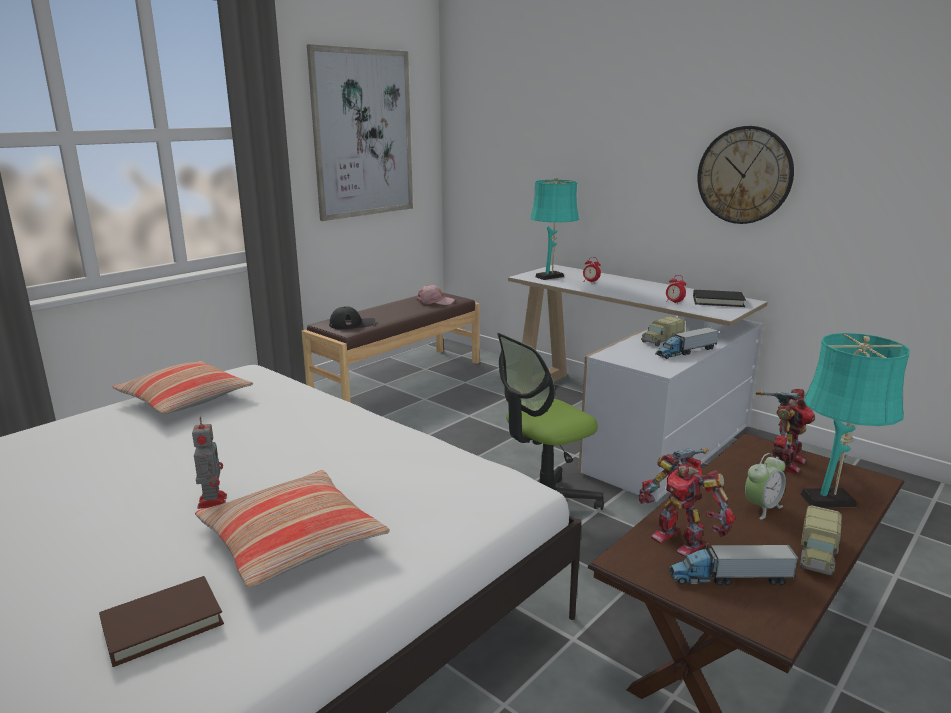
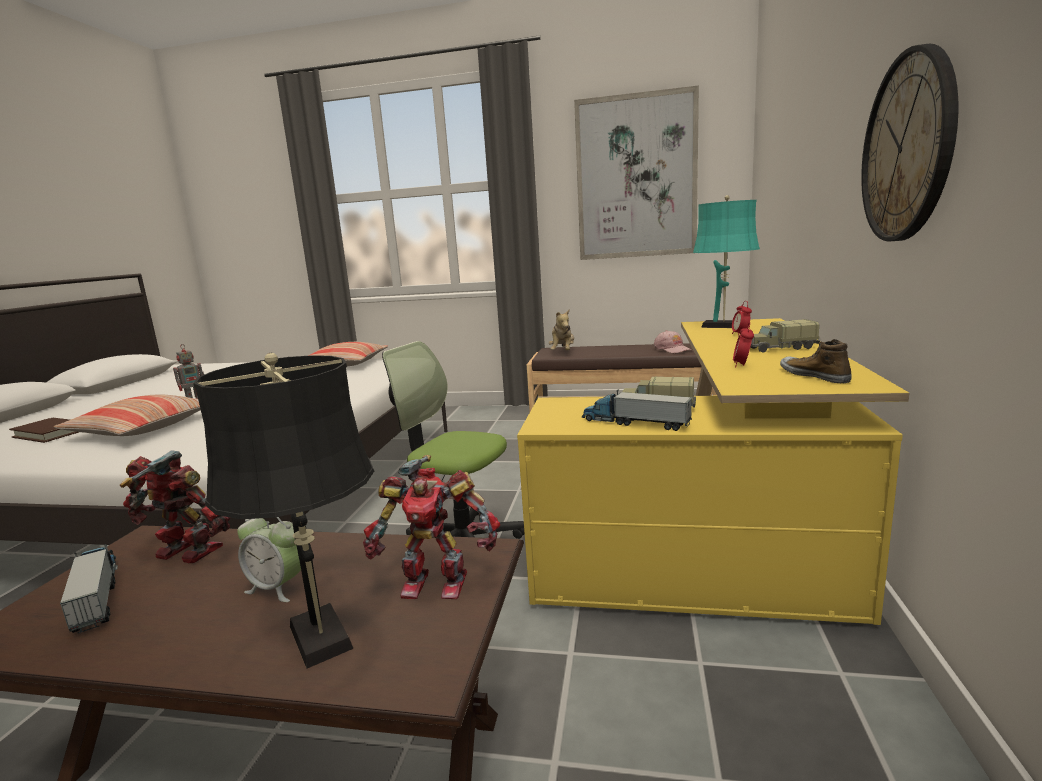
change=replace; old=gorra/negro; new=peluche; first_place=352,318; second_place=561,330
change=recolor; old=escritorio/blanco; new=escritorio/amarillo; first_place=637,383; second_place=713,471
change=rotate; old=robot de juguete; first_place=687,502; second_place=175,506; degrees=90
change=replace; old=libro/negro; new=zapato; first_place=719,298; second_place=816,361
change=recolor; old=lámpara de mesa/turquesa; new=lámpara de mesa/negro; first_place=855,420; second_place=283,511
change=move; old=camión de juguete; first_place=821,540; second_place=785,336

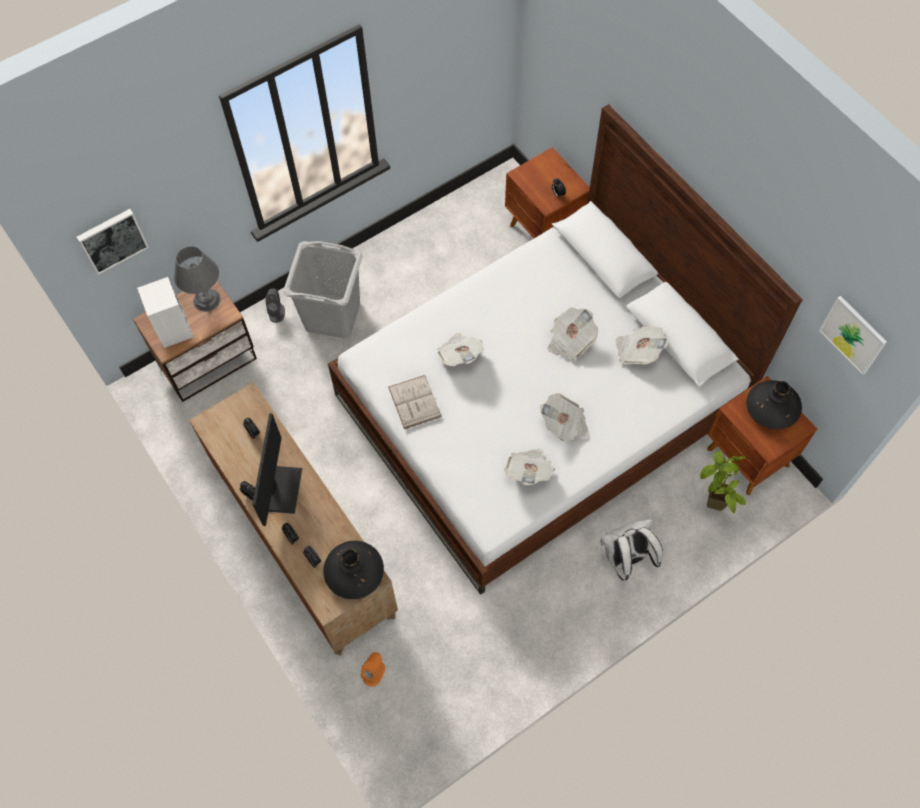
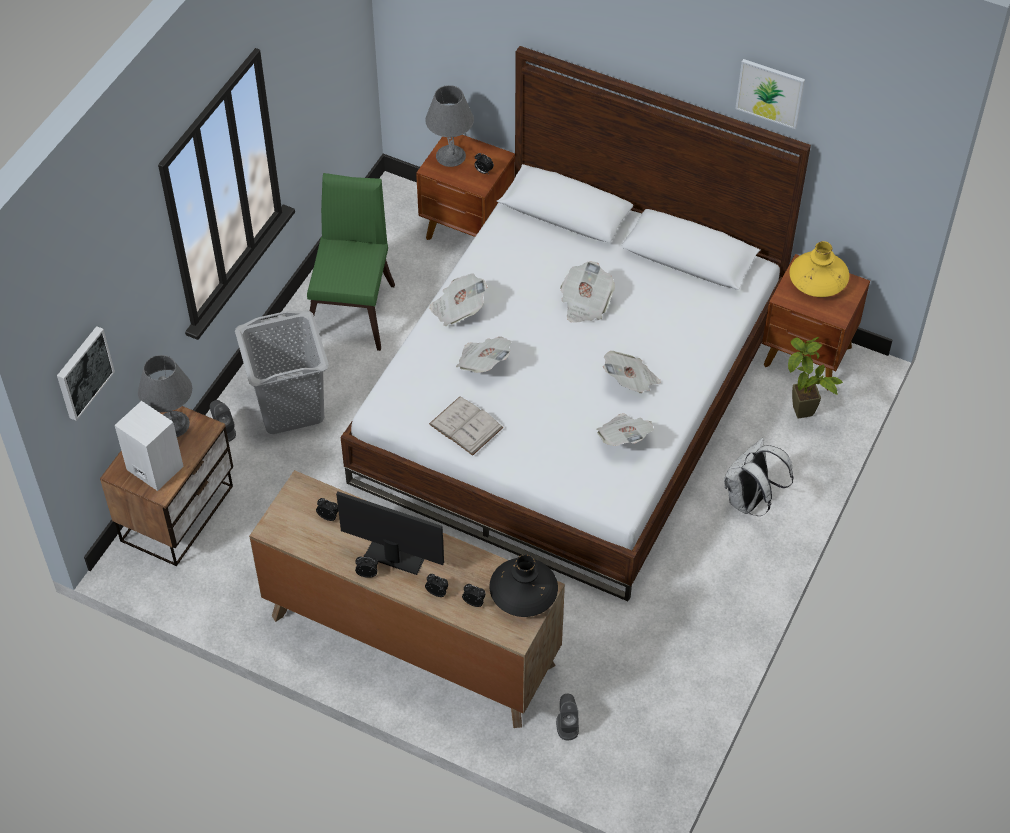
change=rotate; old=monitor; first_place=277,469; second_place=390,533; degrees=-45
change=recolor; old=altavoz/naranja; new=altavoz/gris; first_place=373,669; second_place=567,717
change=move; old=periódico; first_place=642,345; second_place=458,299
change=recolor; old=florero/negro; new=florero/amarillo; first_place=774,404; second_place=819,269
change=move; old=cuadro; first_place=853,335; second_place=770,94
change=insert; new=silla/verde; second_place=351,262
change=insert; new=lámpara de mesa/gris; second_place=449,126

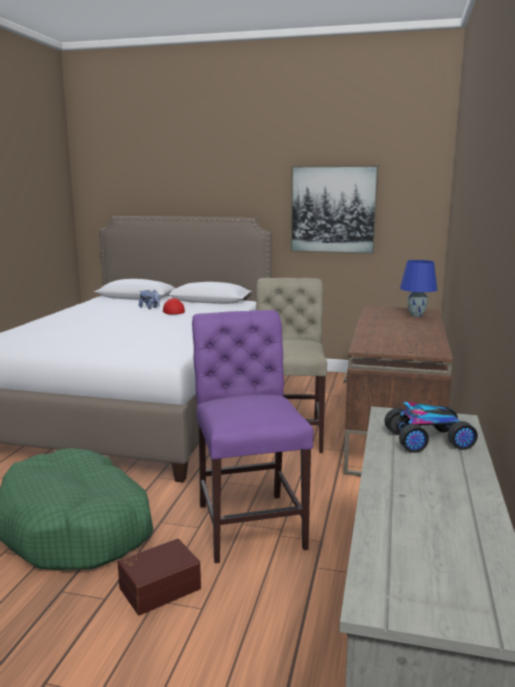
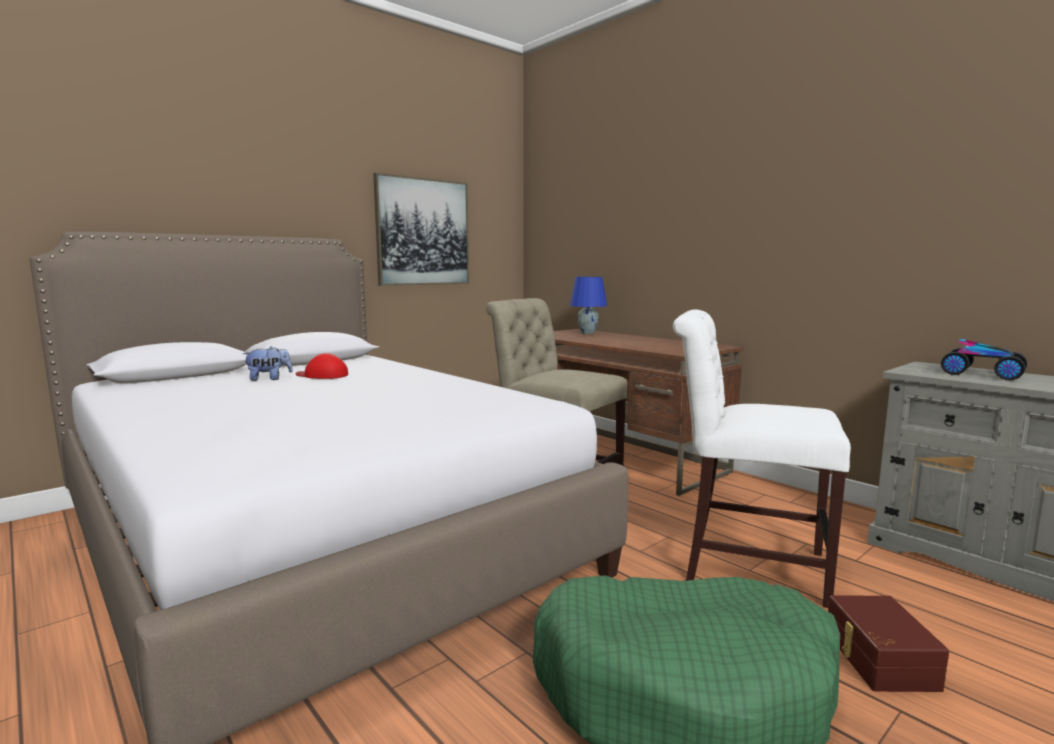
change=recolor; old=silla/morado; new=silla/blanco; first_place=253,436; second_place=762,458
change=rotate; old=coche de juguete; first_place=431,427; second_place=984,360; degrees=105

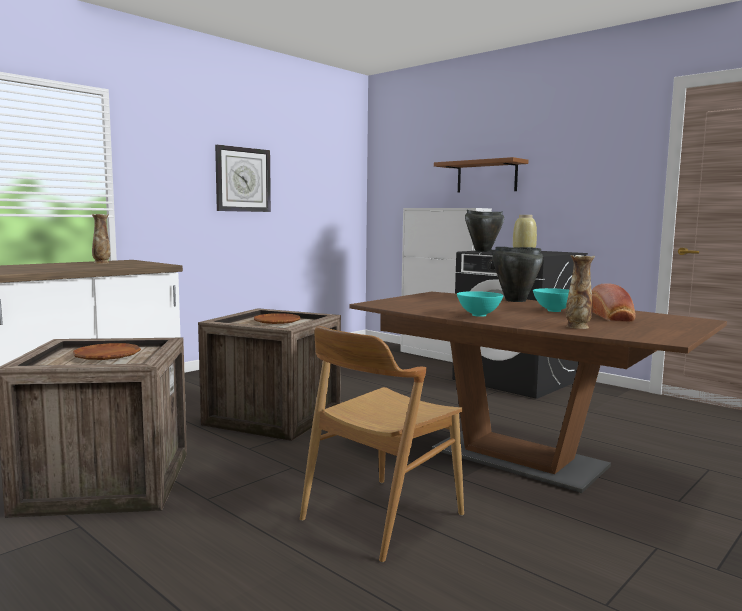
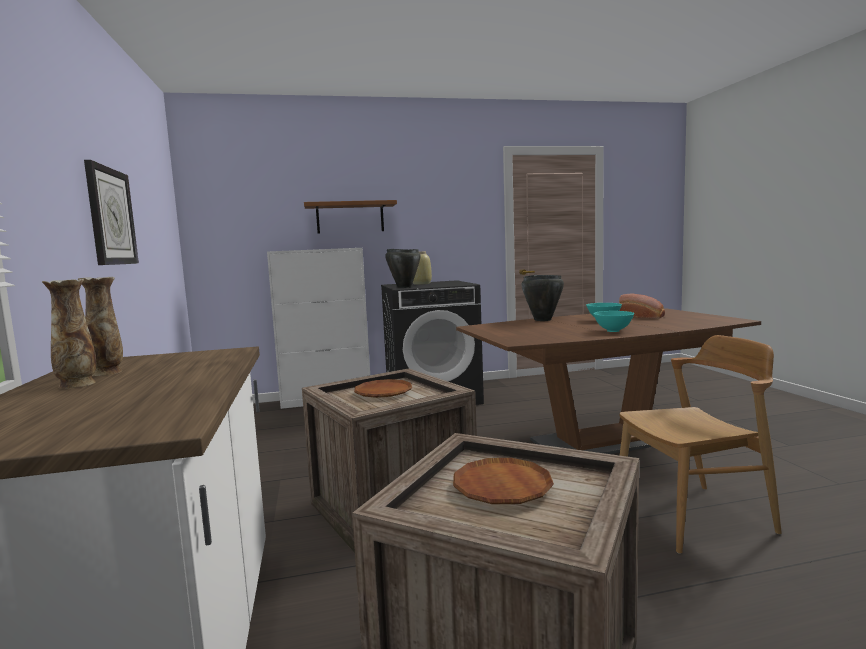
change=rotate; old=silla/marrón; first_place=382,444; second_place=700,444; degrees=-90
change=move; old=florero; first_place=580,292; second_place=69,333

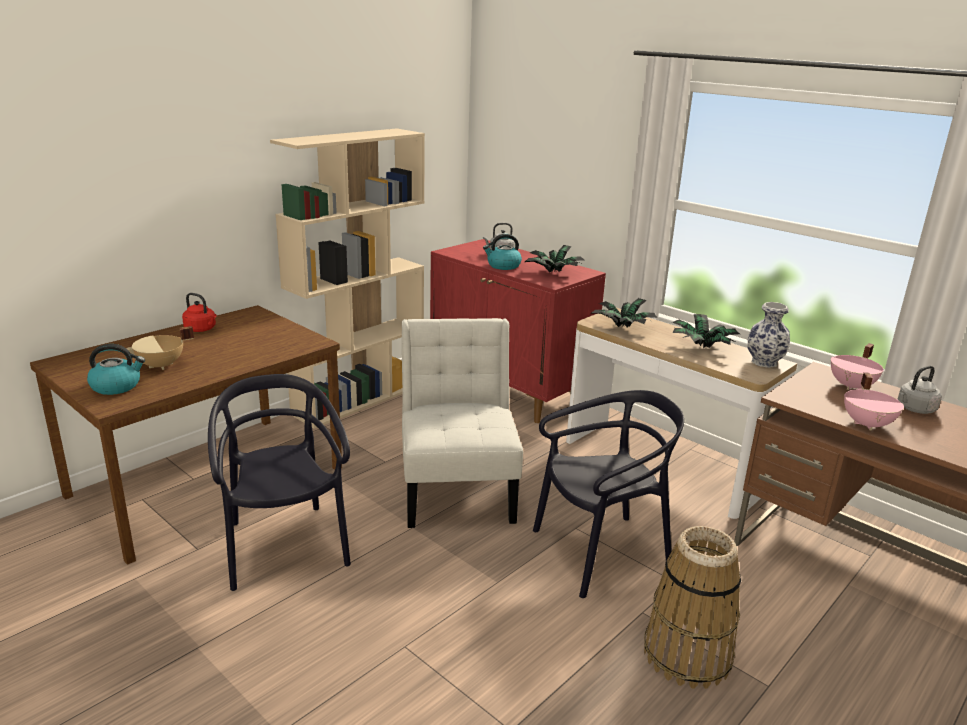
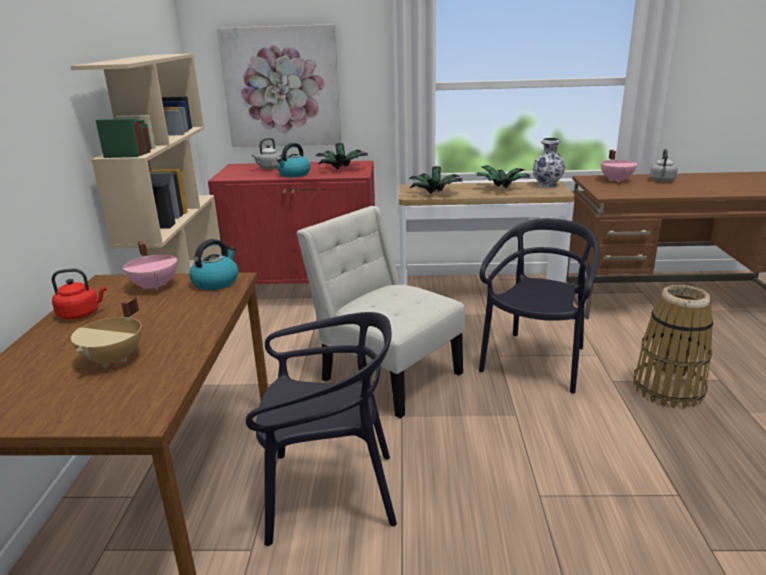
change=move; old=hervidor; first_place=116,369; second_place=213,264
change=rotate; old=silla/negro; first_place=279,482; second_place=321,429; degrees=150
change=move; old=olla/rosa; first_place=874,401; second_place=150,266
change=insert; new=cuadro; second_place=279,85

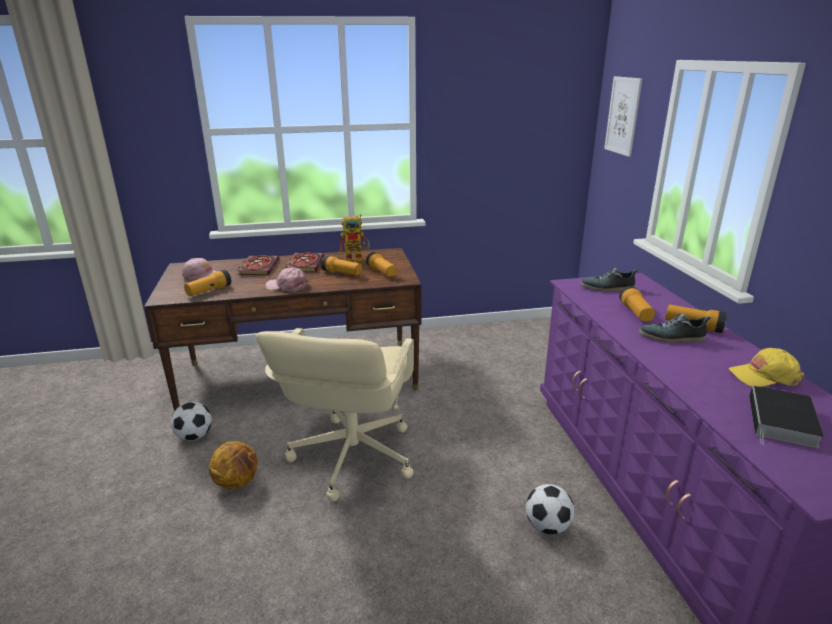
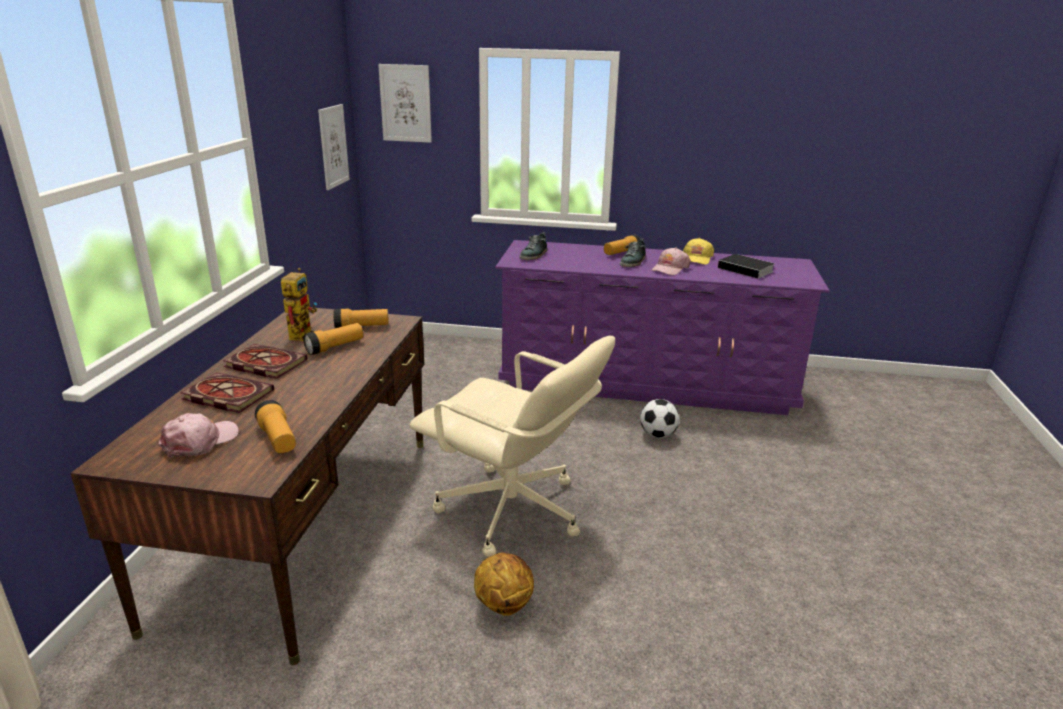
change=delete; old=balón de fútbol; first_place=191,421
change=move; old=gorra/rosa; first_place=286,279; second_place=671,261
change=delete; old=linterna; first_place=637,303
change=insert; new=cuadro; second_place=334,147

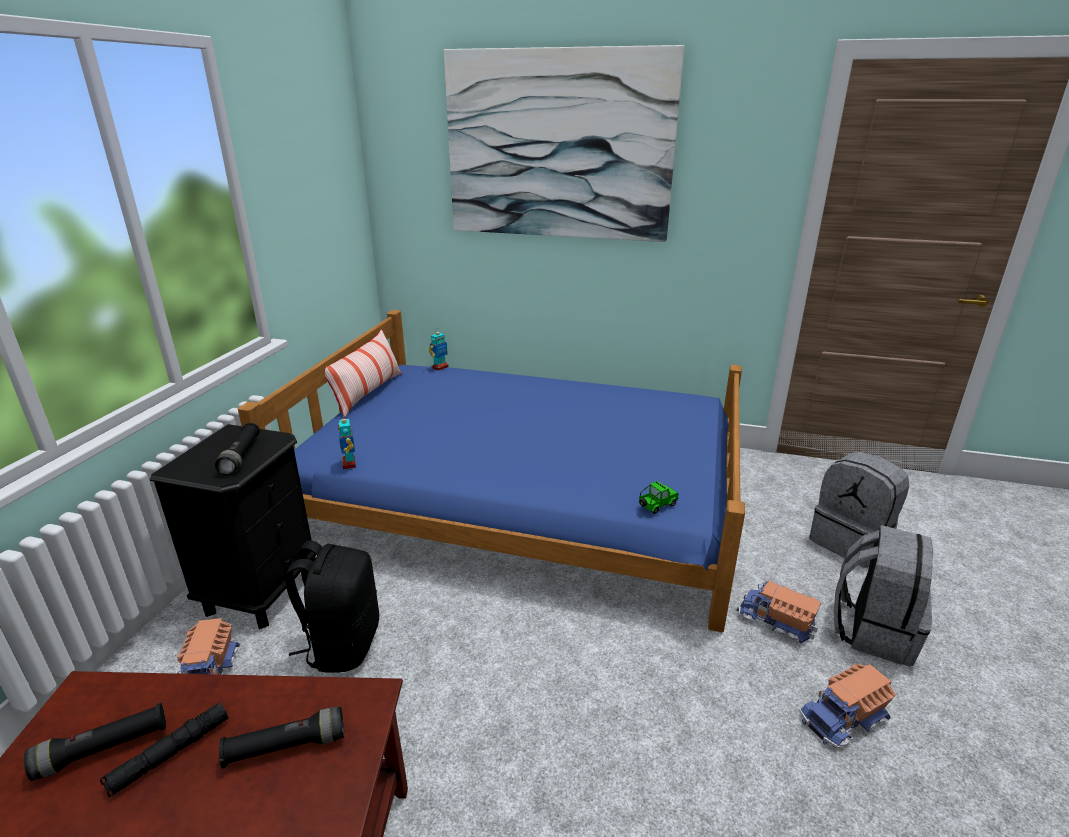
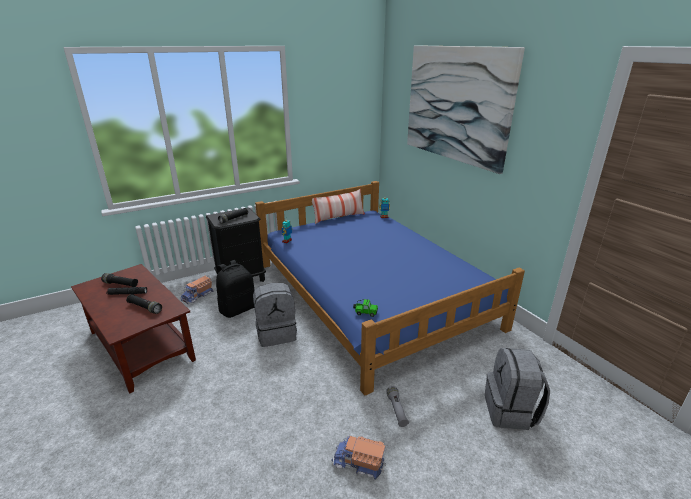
change=replace; old=camión de juguete; new=linterna/gris; first_place=779,612; second_place=397,406
change=move; old=mochila/gris; first_place=883,595; second_place=275,315

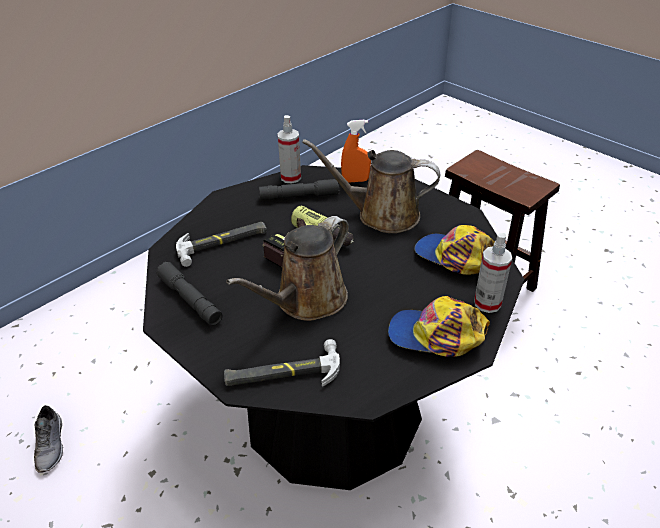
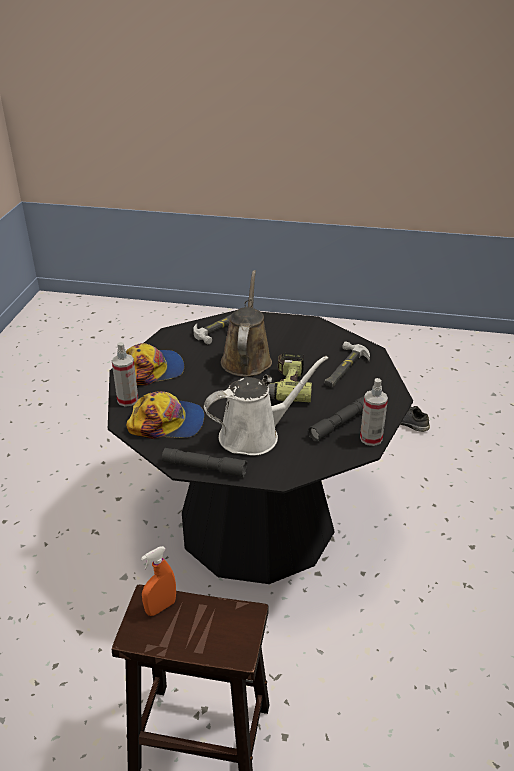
change=move; old=linterna/gris; first_place=189,294; second_place=204,463
change=recolor; old=regadera/marrón; new=regadera/blanco; first_place=371,186; second_place=266,406
change=move; old=pulverizador/naranja; first_place=356,151; second_place=158,581

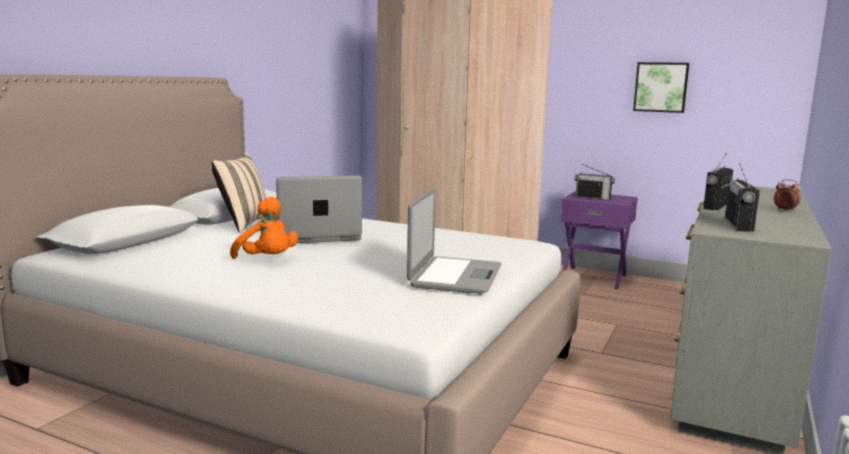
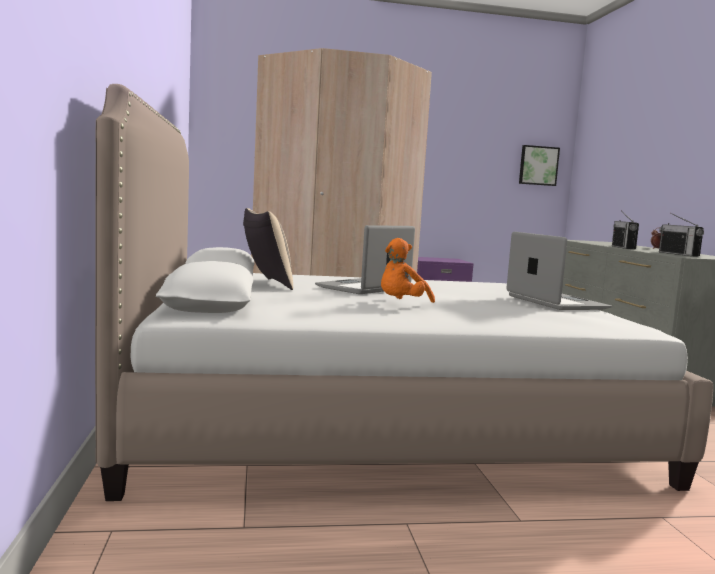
change=rotate; old=peluche/naranja; first_place=264,228; second_place=408,270; degrees=120
change=delete; old=radio; first_place=595,182
change=move; old=cuadro; first_place=661,87; second_place=539,165

